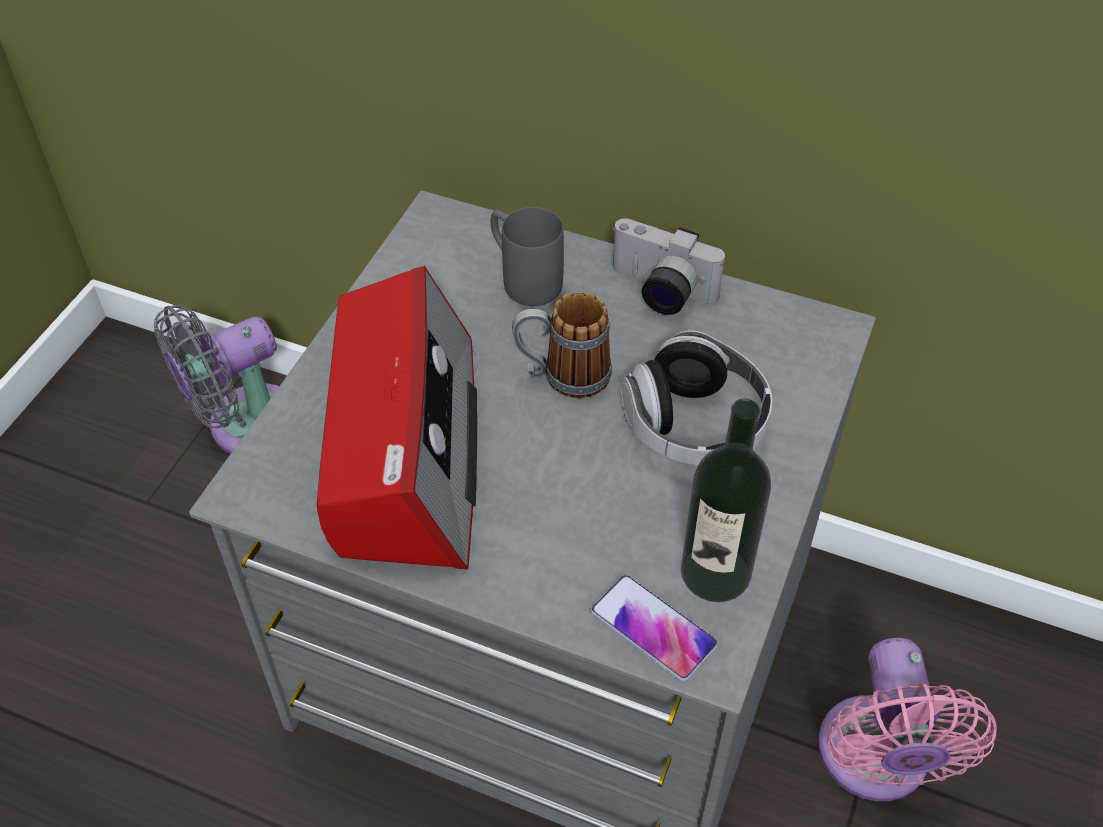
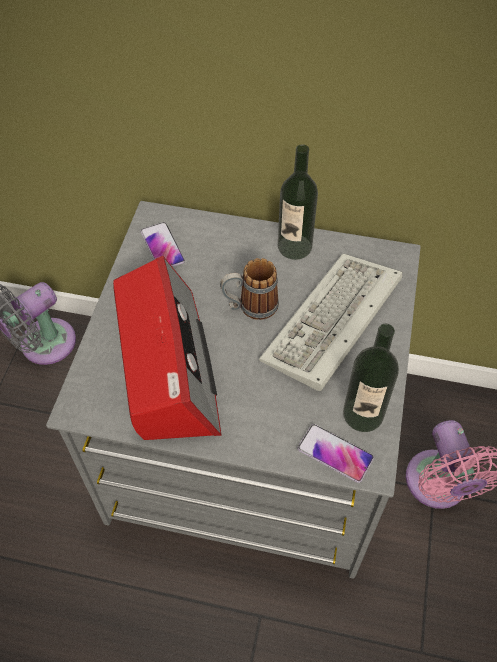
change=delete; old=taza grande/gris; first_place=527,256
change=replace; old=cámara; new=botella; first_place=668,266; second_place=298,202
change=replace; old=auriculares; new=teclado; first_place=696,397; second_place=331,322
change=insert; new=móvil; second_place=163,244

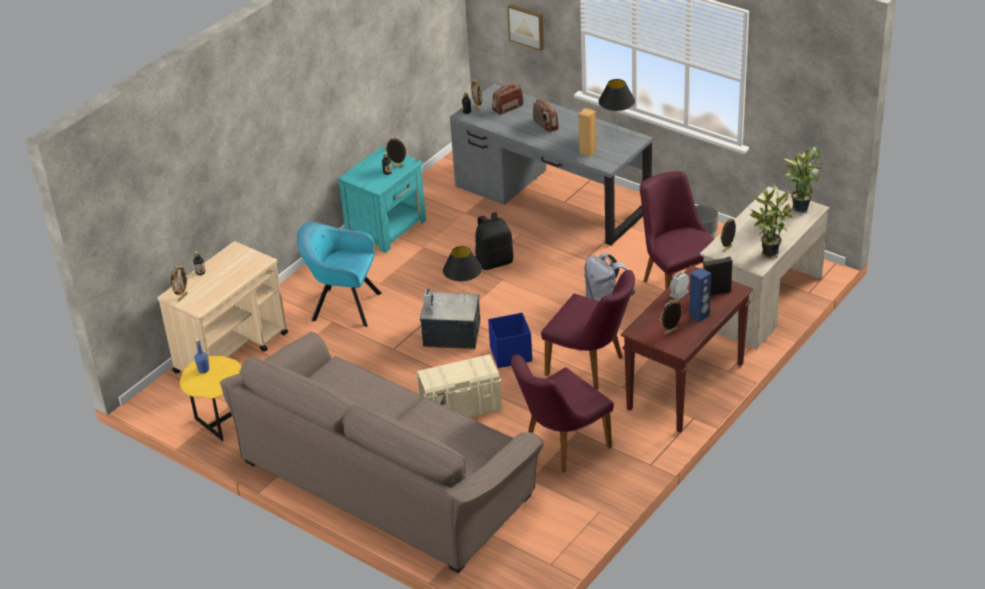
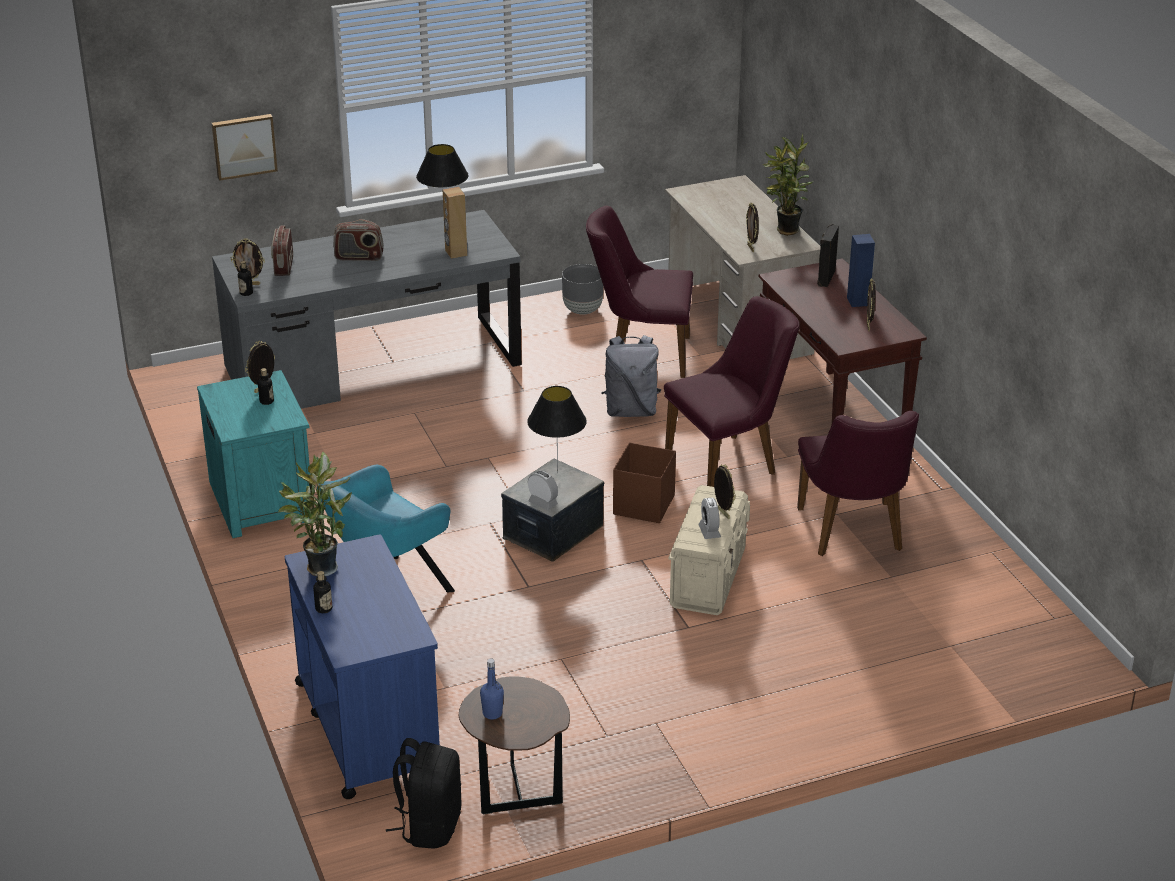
change=recolor; old=carrito/beis; new=carrito/azul; first_place=222,307; second_place=362,666
change=move; old=portarretratos; first_place=179,283; second_place=725,491
change=recolor; old=mesa auxiliar/amarillo; new=mesa auxiliar/marrón; first_place=210,398; second_place=514,746
change=delete; old=sofá/marrón; first_place=382,452
change=move; old=mochila/negro; first_place=494,241; second_place=423,793
change=recolor; old=caja de almacenaje/azul; new=caja de almacenaje/marrón; first_place=510,340; second_place=644,482
change=move; old=despertador; first_place=679,286; second_place=709,518
change=move; old=planta en maceta; first_place=803,180; second_place=315,514

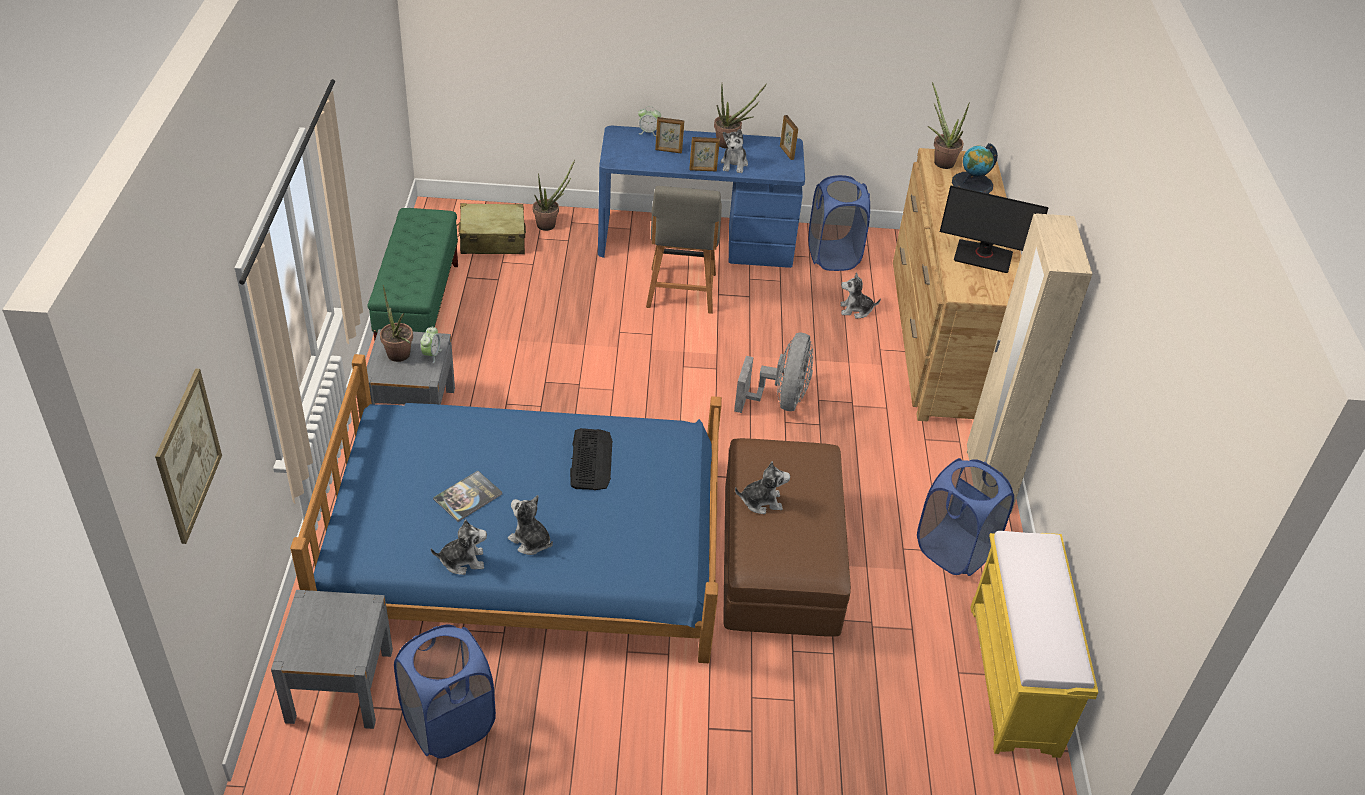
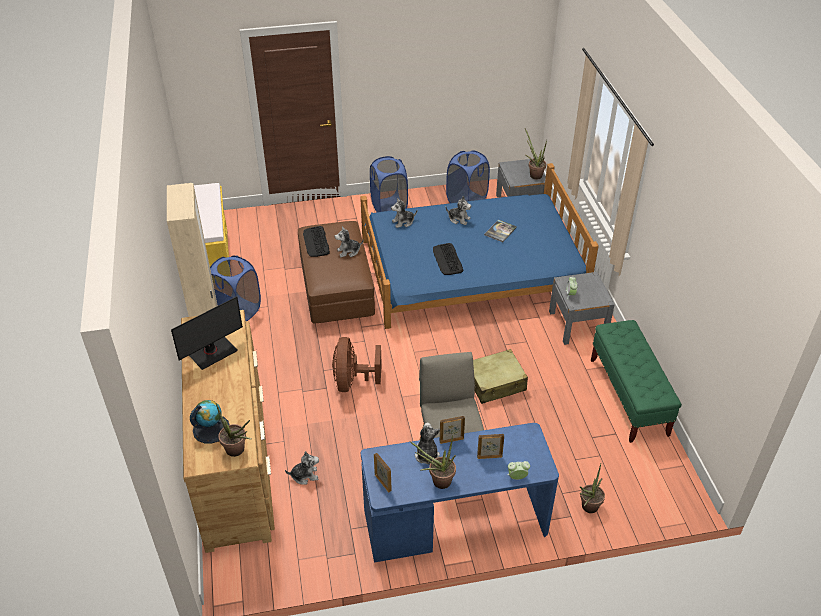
change=delete; old=cuadro; first_place=188,456
change=move; old=planta en maceta; first_place=396,323; second_place=535,154
change=move; old=peluche; first_place=459,547; second_place=404,213
change=move; old=maleta/beis; first_place=491,228; second_place=500,376
change=recolor; old=ventilador/gris; new=ventilador/marrón; first_place=773,373; second_place=357,364
change=move; old=cesto de la ropa/azul; first_place=839,223; second_place=389,184
change=rotate; old=monitor; first_place=994,229; second_place=207,333; degrees=135
change=insert; new=teclado; second_place=316,241

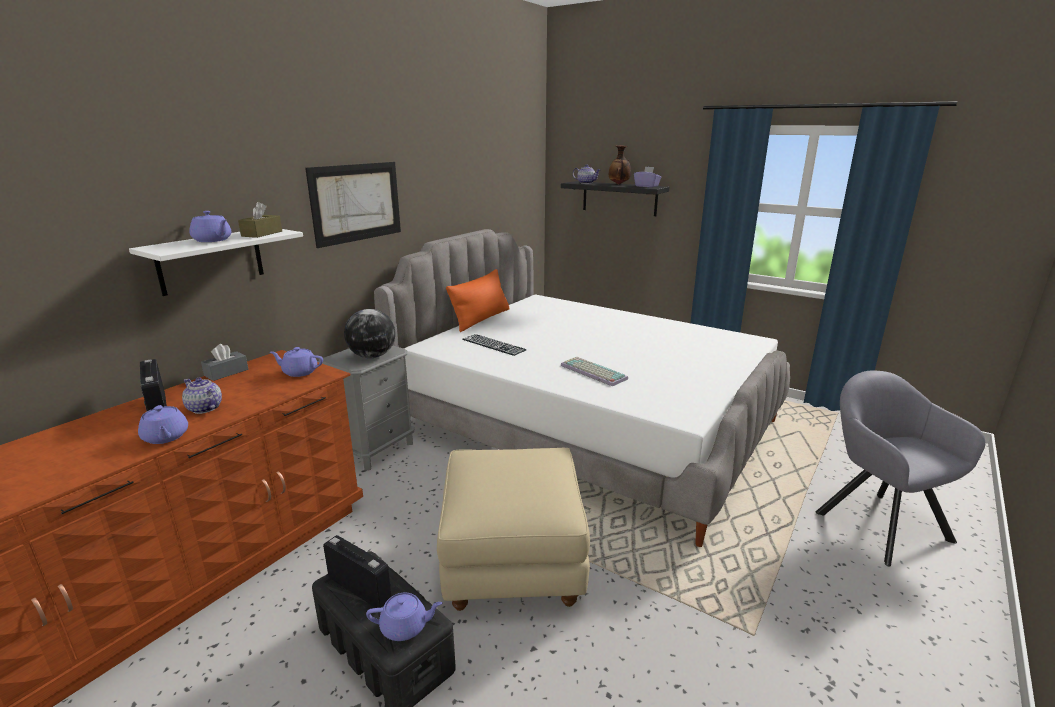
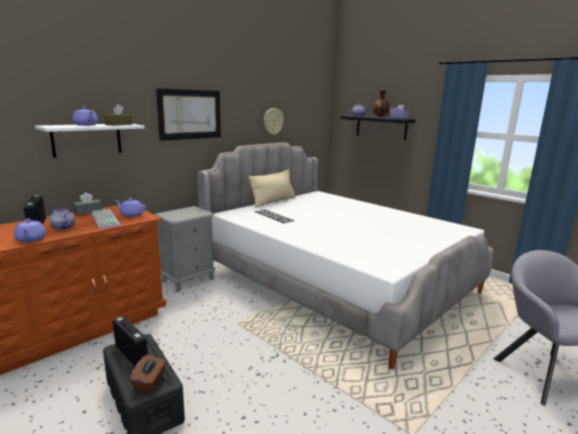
change=delete; old=globo terráqueo; first_place=369,333
change=replace; old=tetera/morado; new=caja de pañuelos/marrón; first_place=404,617; second_place=148,373
change=delete; old=puf/beis; first_place=513,529
change=recolor; old=cojín/naranja; new=cojín/beis; first_place=478,300; second_place=271,188
change=move; old=teclado; first_place=594,371; second_place=105,219
change=insert; new=reloj de pared; second_place=274,121

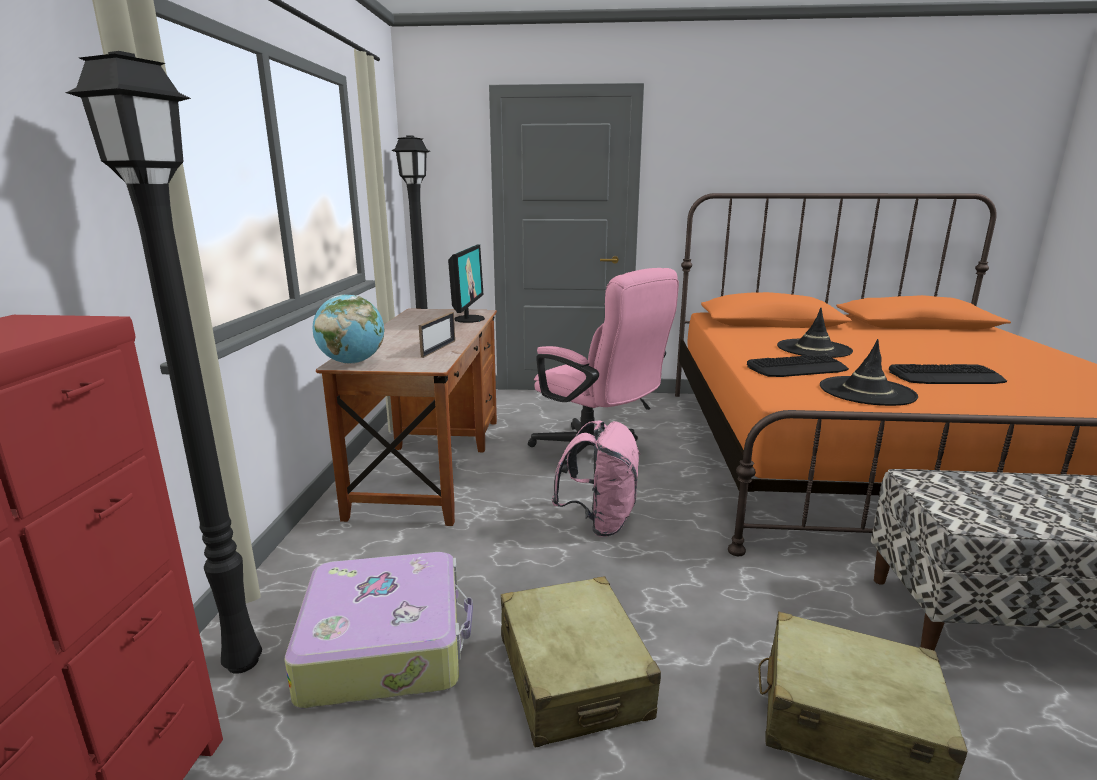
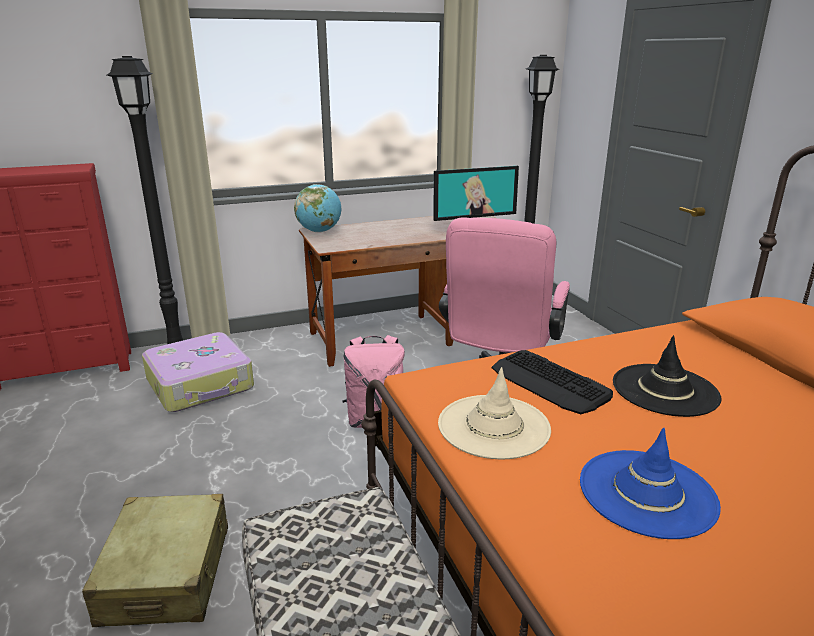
change=delete; old=portarretratos; first_place=437,335
change=delete; old=maleta/beis; first_place=581,661
change=recolor; old=sombrero/negro; new=sombrero/beis; first_place=869,372; second_place=494,413
change=replace; old=teclado; new=sombrero/azul; first_place=948,374; second_place=650,483

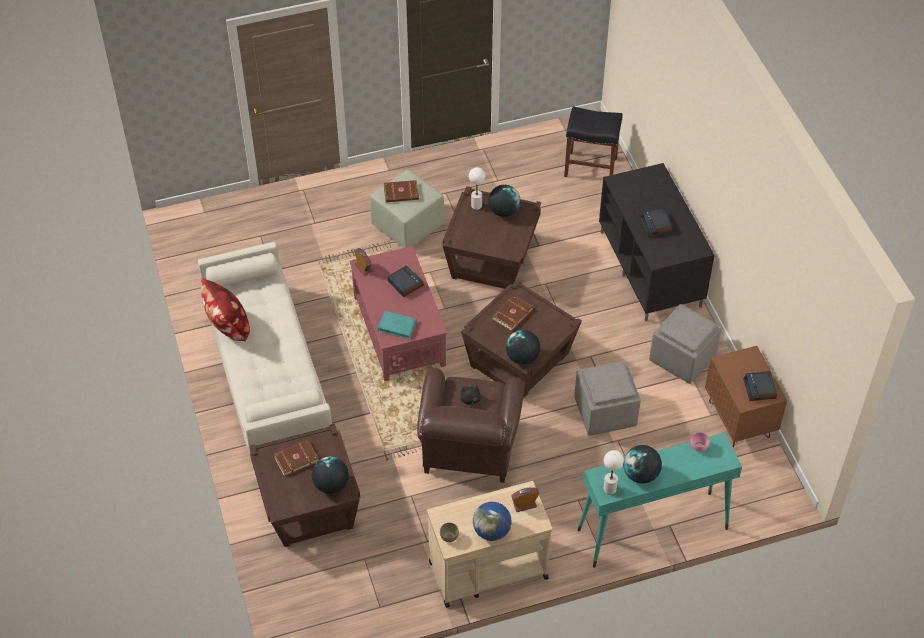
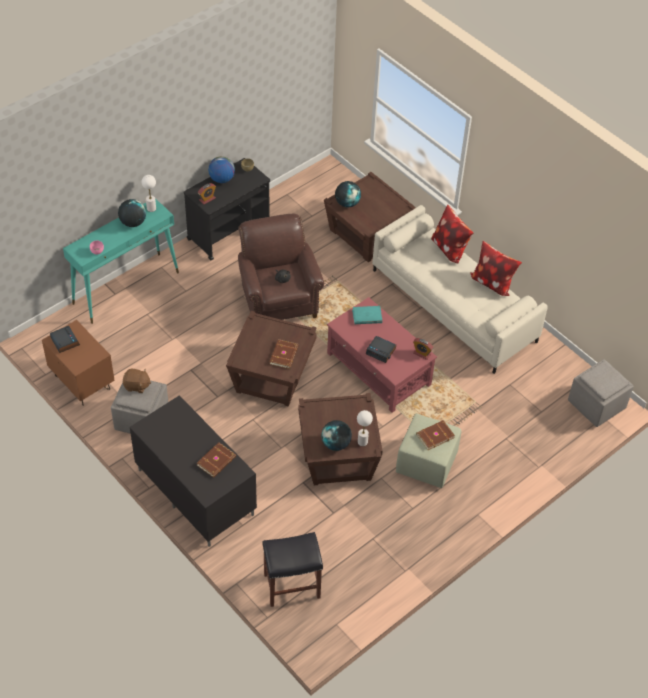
change=move; old=libro/marrón; first_place=296,458; second_place=216,460
change=recolor; old=carrito/beis; new=carrito/negro; first_place=489,544; second_place=227,209
change=delete; old=globo terráqueo; first_place=523,347
change=move; old=puf/gris; first_place=607,398; second_place=601,393
change=delete; old=despertador; first_place=656,222
change=insert; new=peluche/marrón; second_place=137,381
change=insert; new=cojín; second_place=452,234

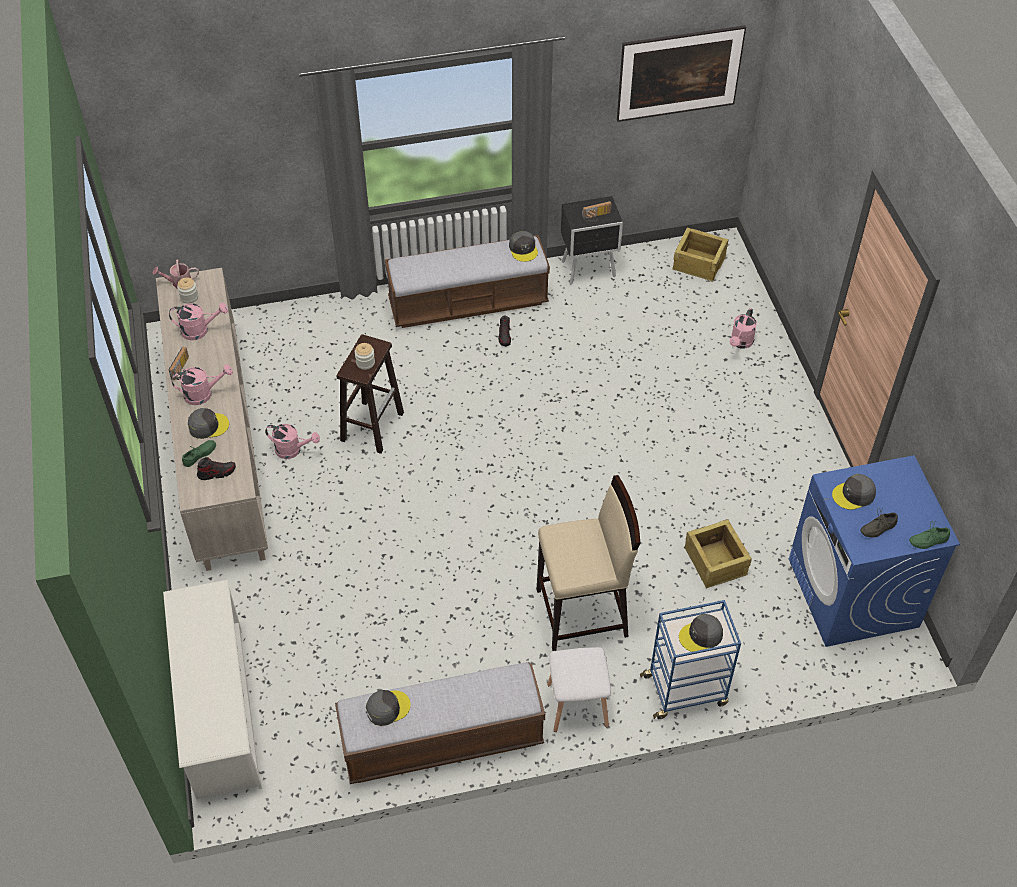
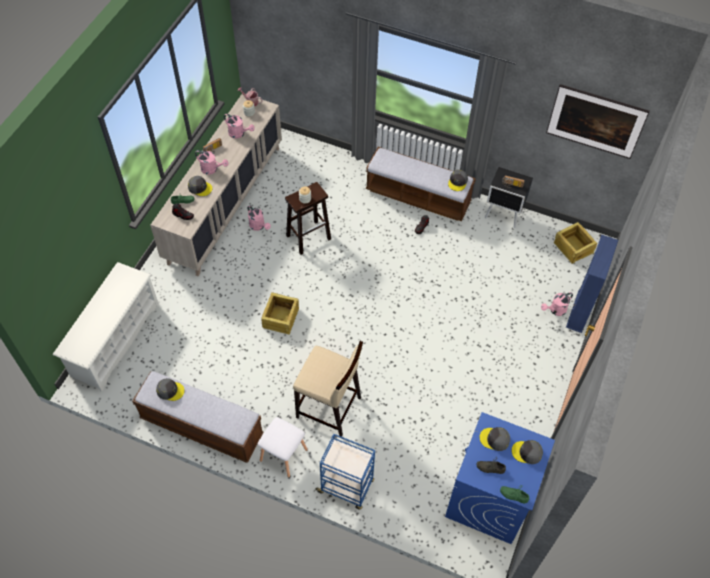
change=move; old=gorra/gris; first_place=701,633; second_place=527,452
change=move; old=caja de embalaje; first_place=718,553; second_place=280,313
change=insert; new=estantería/azul; second_place=592,284

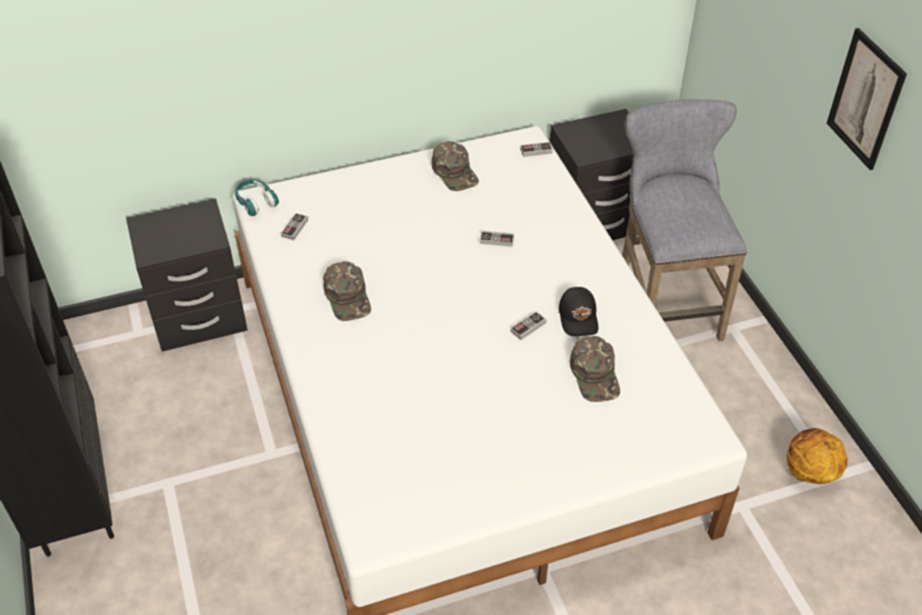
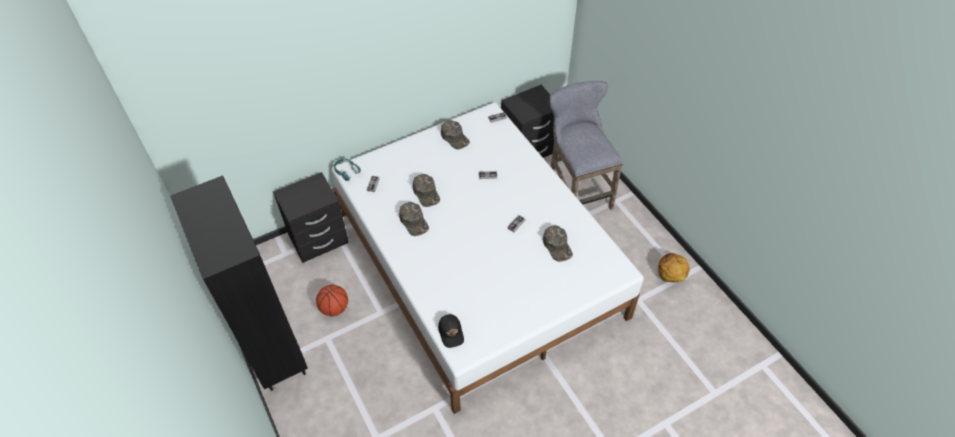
change=move; old=gorra/negro; first_place=578,311; second_place=451,331
change=delete; old=cuadro; first_place=867,99
change=insert; new=balón de baloncesto; second_place=332,300
change=insert; new=gorra/verde; second_place=426,190

